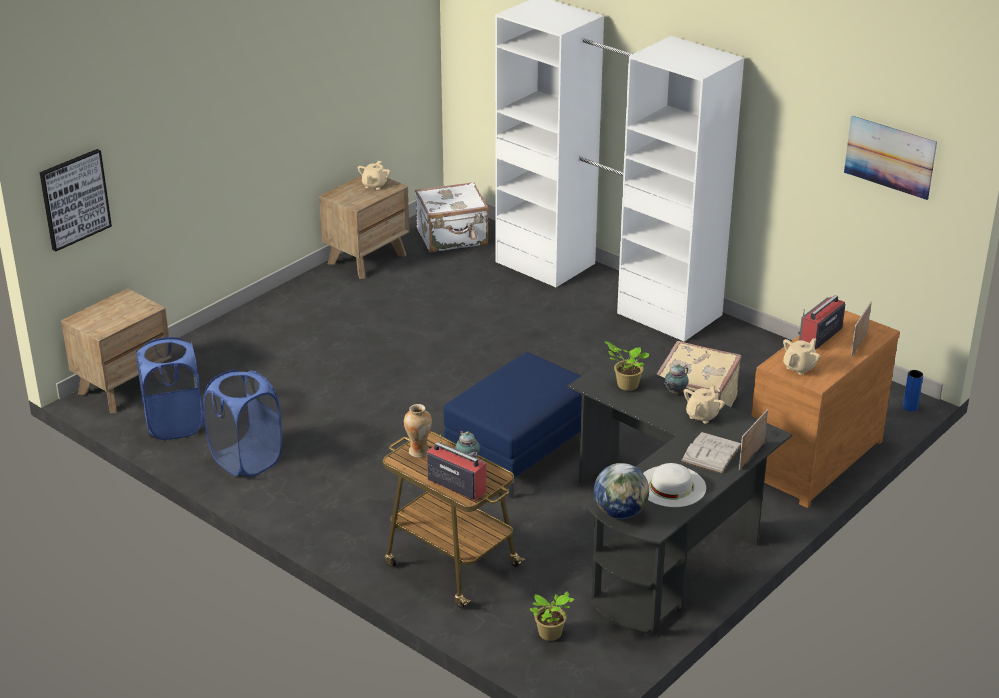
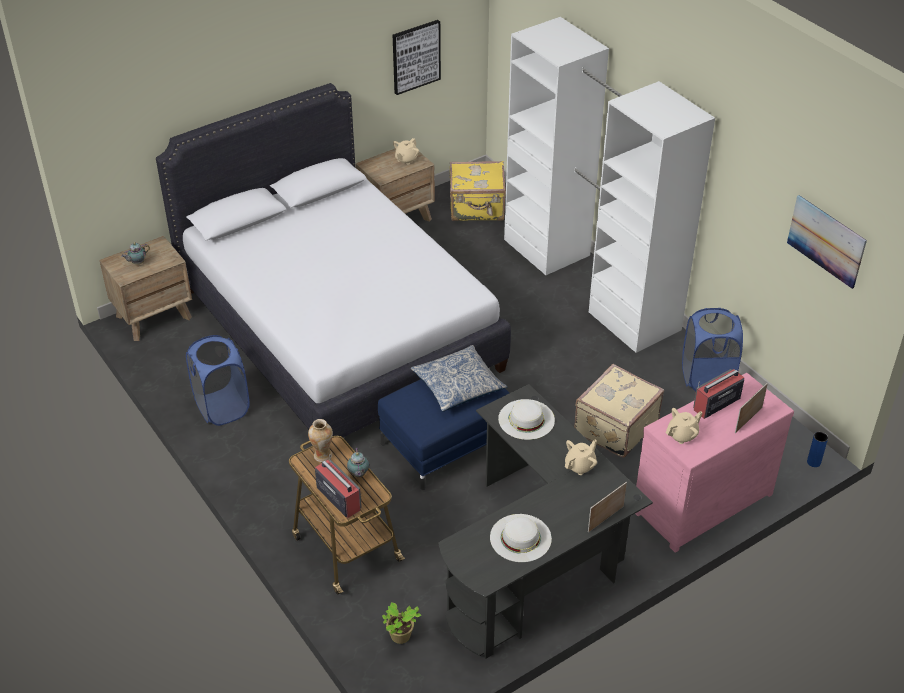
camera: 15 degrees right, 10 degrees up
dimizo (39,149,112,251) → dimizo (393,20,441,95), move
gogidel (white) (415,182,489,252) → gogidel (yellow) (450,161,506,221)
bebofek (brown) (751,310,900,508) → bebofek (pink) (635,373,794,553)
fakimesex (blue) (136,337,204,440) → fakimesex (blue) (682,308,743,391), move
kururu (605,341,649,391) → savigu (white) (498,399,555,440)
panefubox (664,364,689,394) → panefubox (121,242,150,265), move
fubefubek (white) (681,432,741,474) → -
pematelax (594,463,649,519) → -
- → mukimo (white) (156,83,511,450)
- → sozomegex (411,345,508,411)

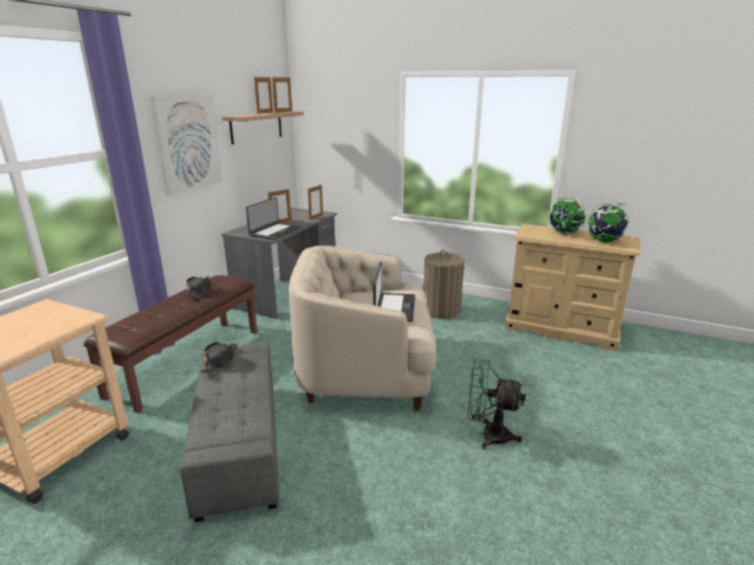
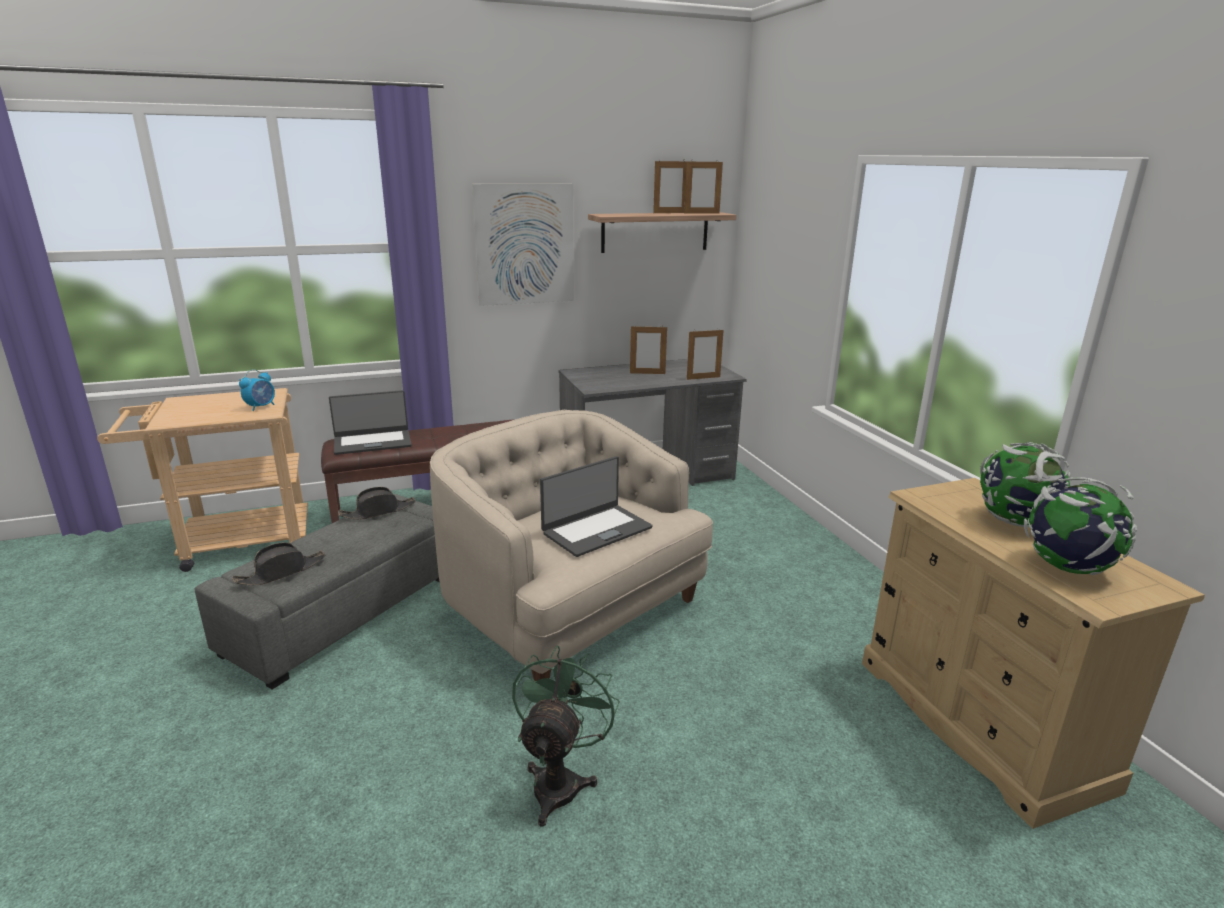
camera: 45 degrees right, 0 degrees up
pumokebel (246,197,301,240) → pumokebel (329,390,412,455), move
fakimesex (423,250,465,319) → -
savigu (black) (186,276,210,298) → savigu (black) (232,543,326,585), move
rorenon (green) (467,359,526,449) → rorenon (green) (512,646,620,827), 45 degrees clockwise
- → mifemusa (239,370,275,411)

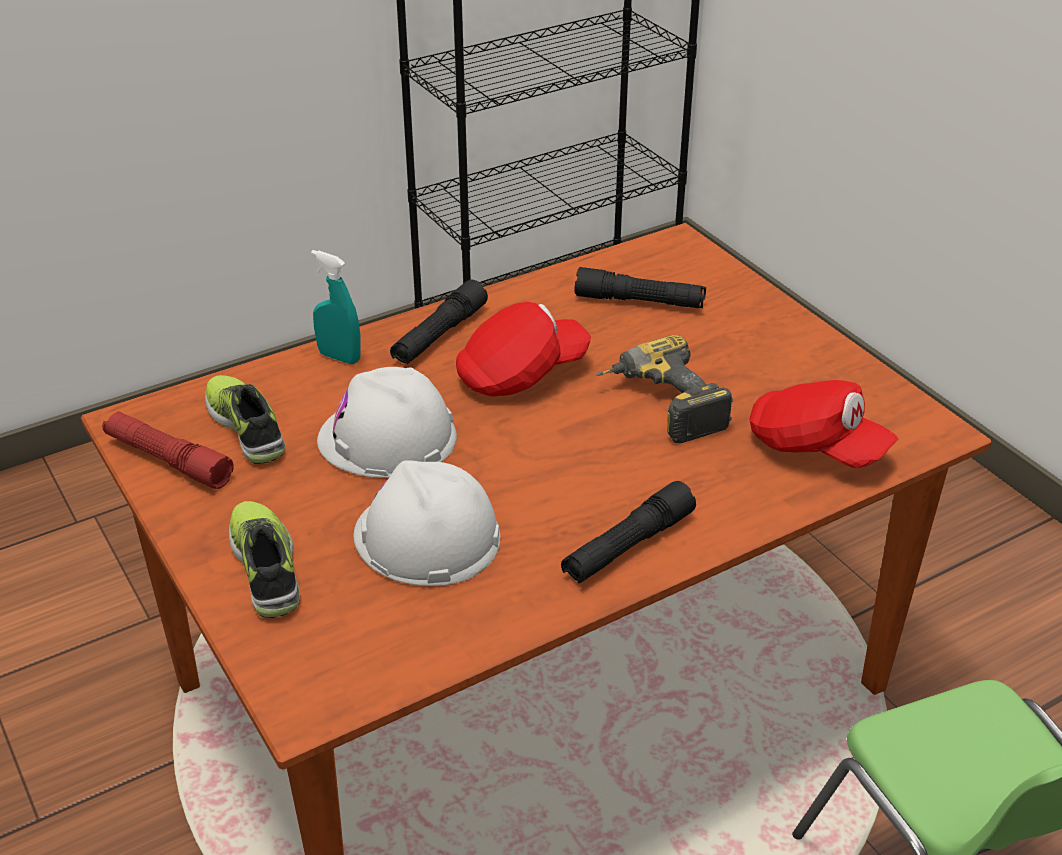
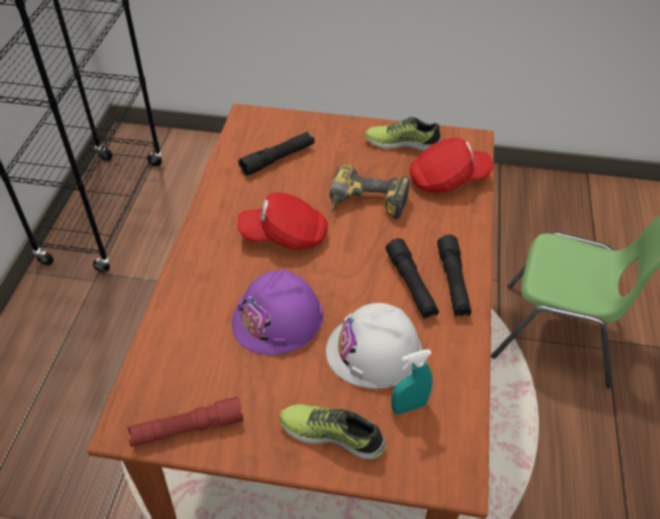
camera: 50 degrees left, 10 degrees up
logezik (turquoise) (311,250,361,364) → logezik (turquoise) (391,350,433,414), move
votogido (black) (390,280,488,364) → votogido (black) (386,238,439,319), move
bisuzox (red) (456,302,591,396) → bisuzox (red) (237,192,328,250), 105 degrees counterclockwise
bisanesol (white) (317,367,457,478) → bisanesol (purple) (232,270,323,355)
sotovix (205,375,285,464) → sotovix (365,117,442,151), move

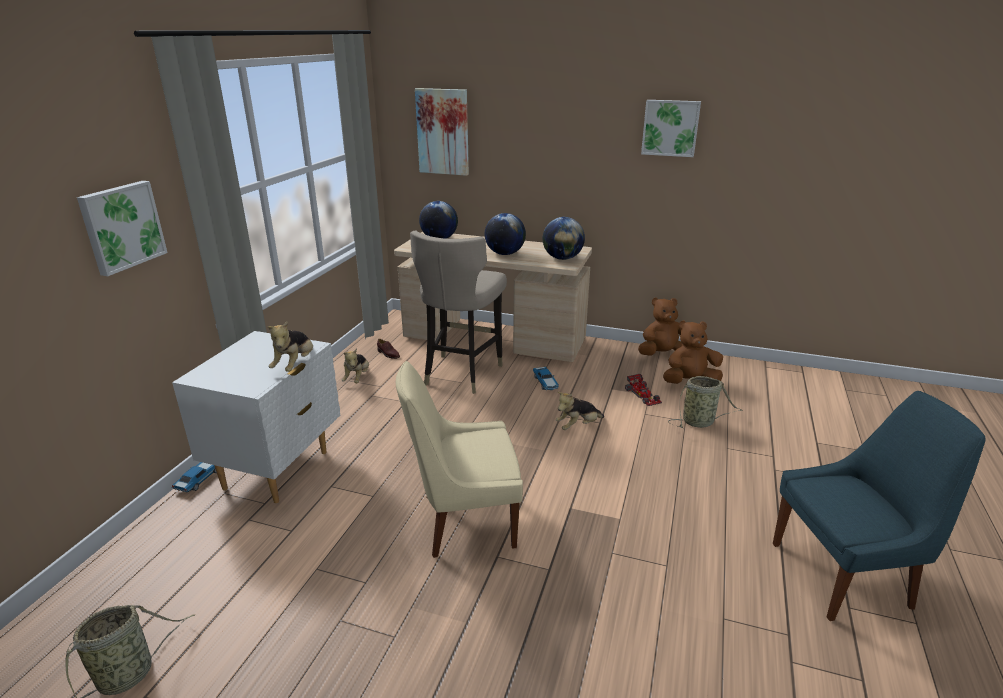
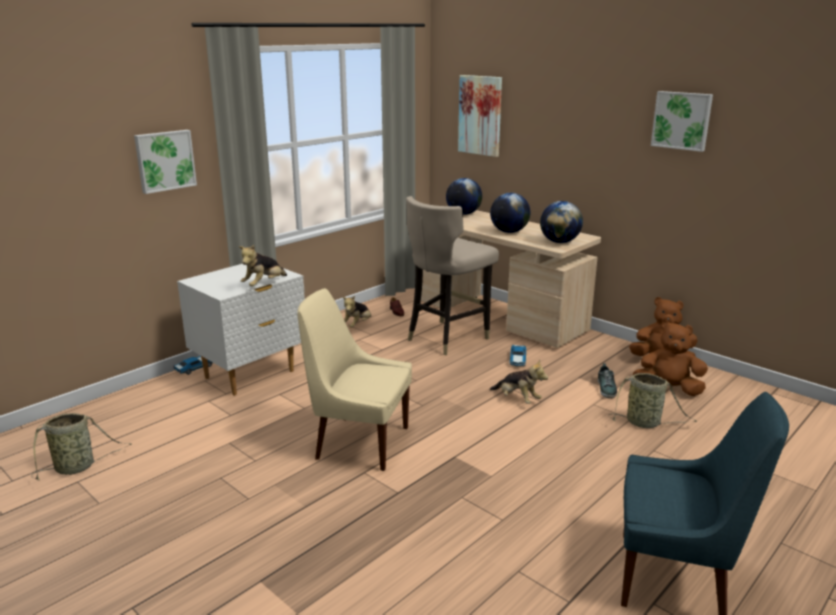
camera: 25 degrees right, 5 degrees down
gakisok (625,374,662,406) → sotovix (598,363,617,398)
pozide (556,392,604,430) → pozide (490,360,548,404), 135 degrees counterclockwise

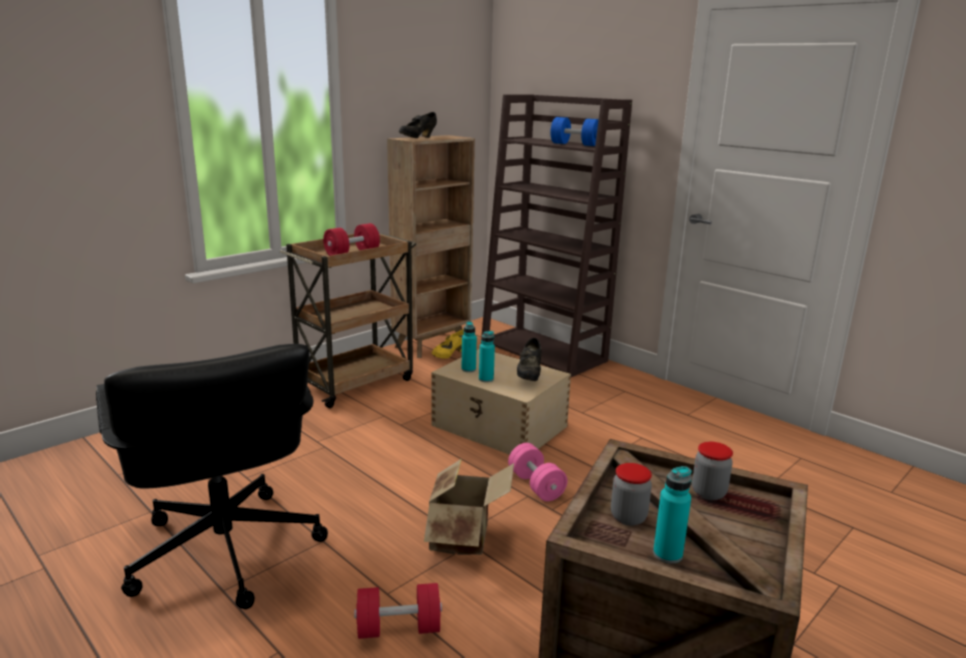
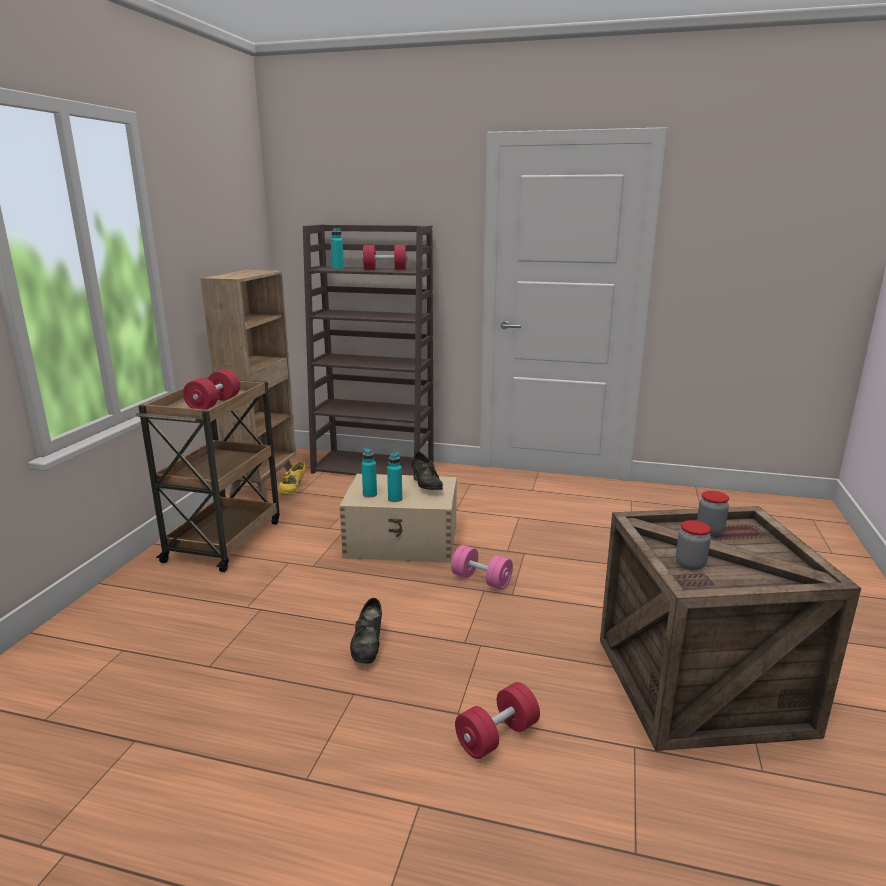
camera: 30 degrees left, 0 degrees up
sotovix (black) (399,112,437,138) → sotovix (black) (350,598,382,664), move
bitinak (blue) (551,117,599,146) → bitinak (red) (362,245,408,270)
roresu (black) (96,344,328,609) → -
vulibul (424,459,514,555) → -
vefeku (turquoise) (653,466,692,563) → vefeku (turquoise) (331,228,344,270), move

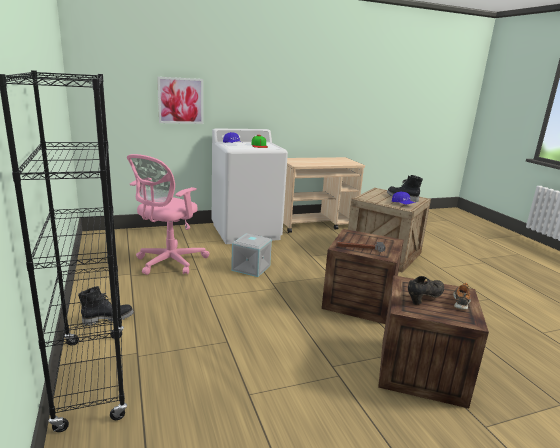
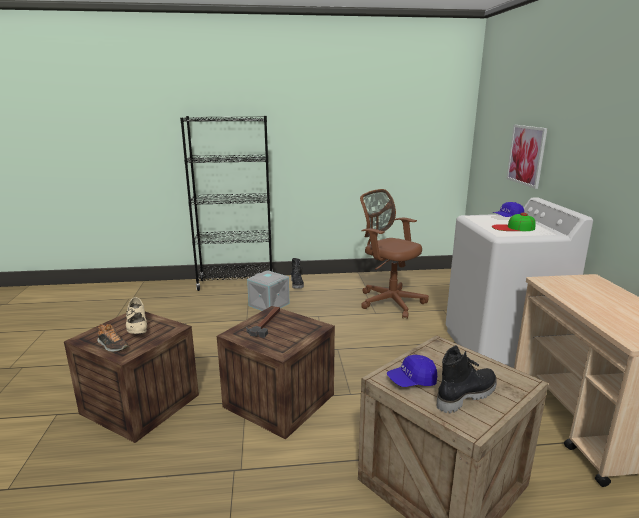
camera: 105 degrees right, 0 degrees up
roresu (pink) (127,154,210,275) → roresu (brown) (360,189,429,319)
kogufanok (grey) (231,233,272,277) → kogufanok (grey) (247,270,290,311), move
sotovix (black) (408,276,444,305) → sotovix (beige) (126,297,147,334)

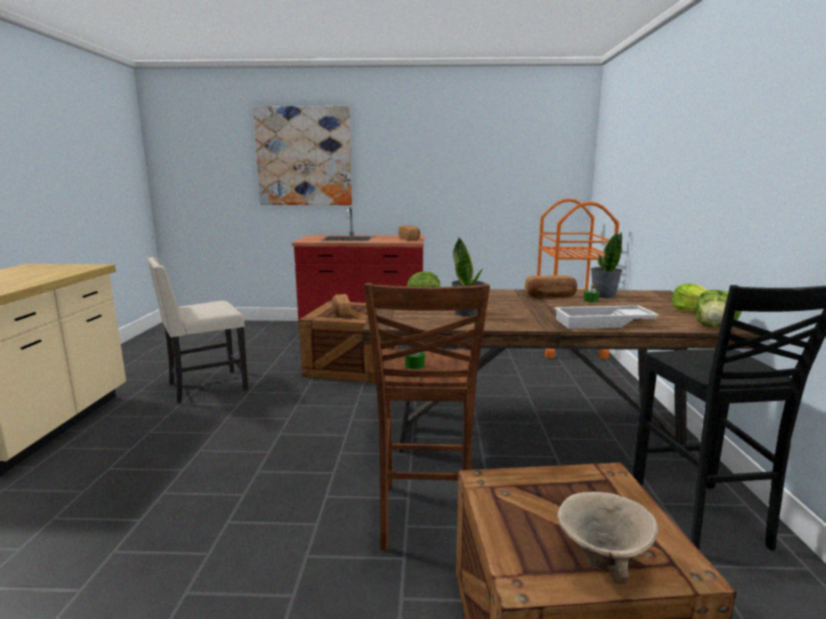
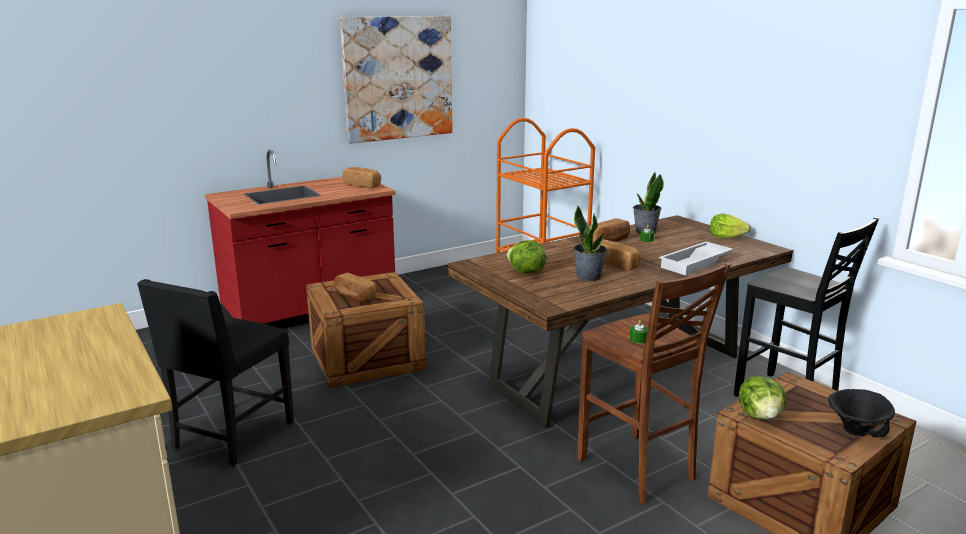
camera: 35 degrees left, 5 degrees up
dimizo (253,106,352,205) → dimizo (340,16,453,144), move
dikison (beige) (147,257,248,403) → dikison (black) (137,279,294,466)
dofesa (695,290,742,327) → dofesa (739,376,786,420), move
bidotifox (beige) (557,492,658,584) → bidotifox (black) (828,389,895,438)
- → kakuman (592,239,641,271)

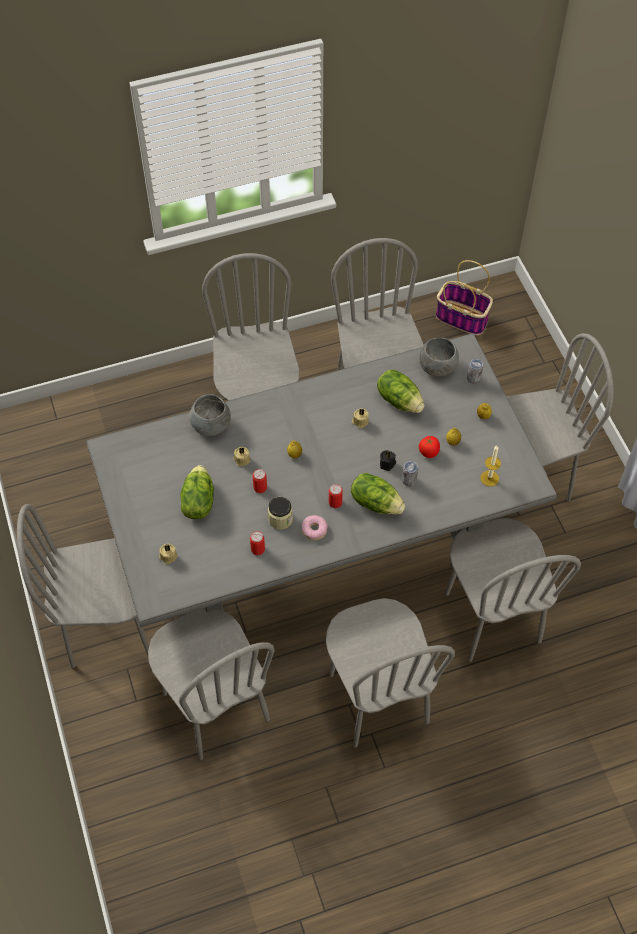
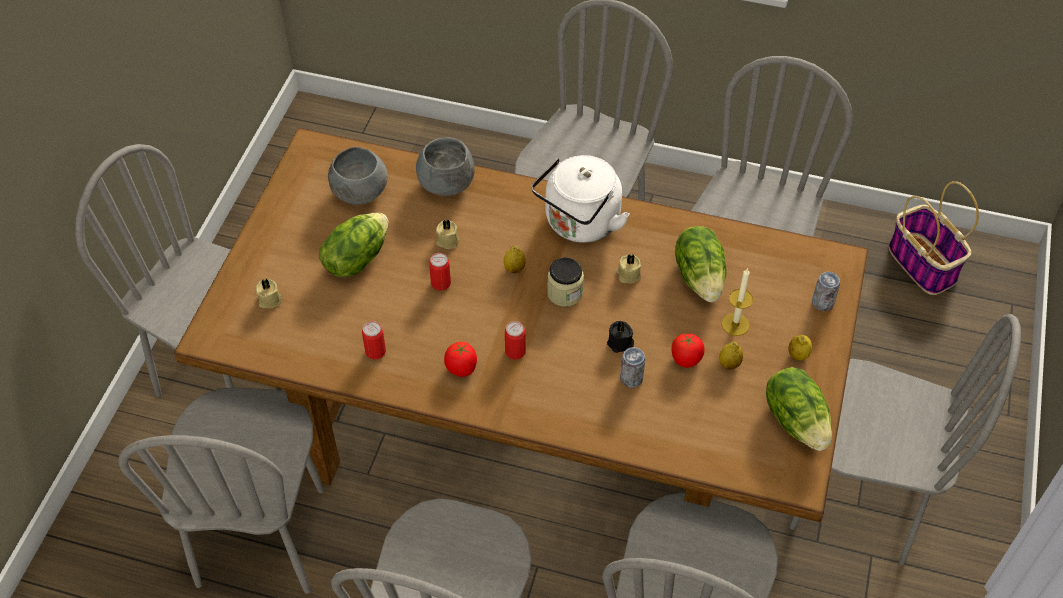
camera: 35 degrees right, 5 degrees down
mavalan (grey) (86,333,557,627) → mavalan (brown) (174,128,868,522)
bidotifox (grey) (419,337,459,376) → bidotifox (grey) (328,147,388,205), move
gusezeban (480,446,501,486) → gusezeban (722,268,753,336), move
dofesa (351,473,405,514) → dofesa (766,367,832,451), move
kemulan (268,497,293,530) → kemulan (547,257,584,307), move
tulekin (302,515,328,540) → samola (444,342,477,377)
- → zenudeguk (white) (531,155,630,243)

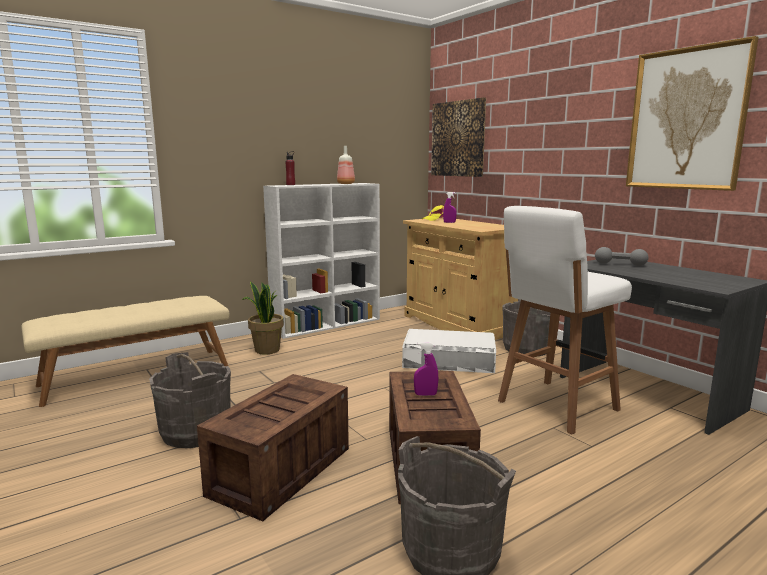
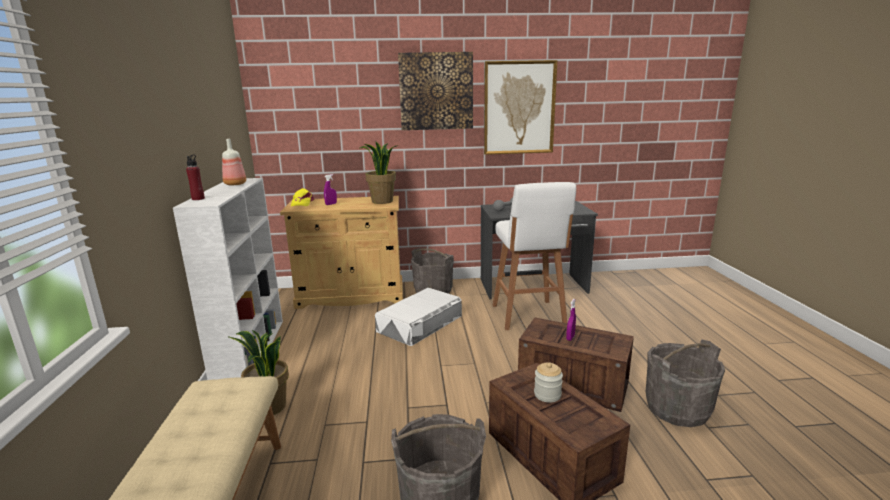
camera: 60 degrees left, 5 degrees up
dimizo (431,98,486,177) → dimizo (398,52,473,130), move
- → kururu (360,141,398,204)
- → kemulan (534,362,563,403)

